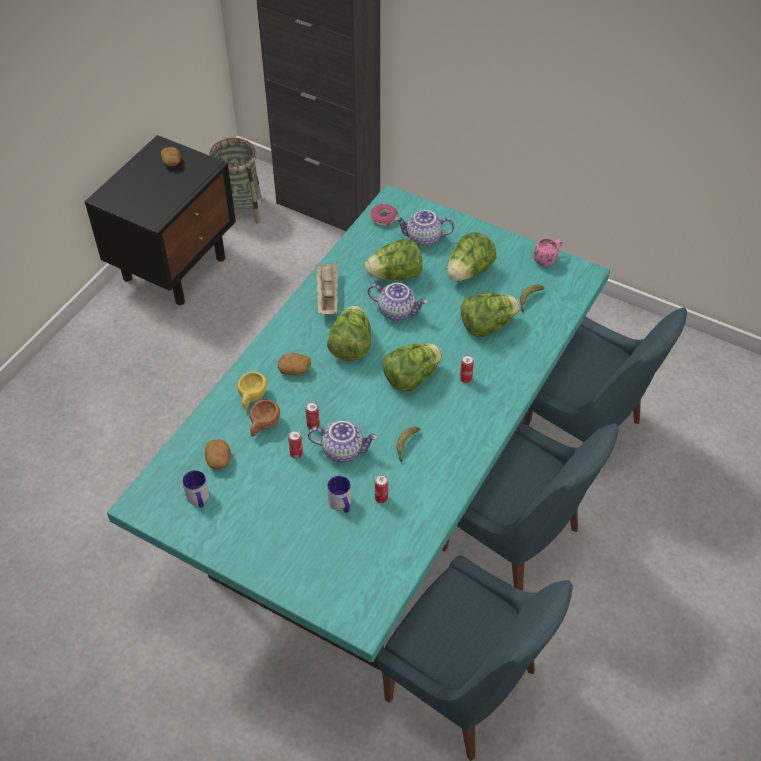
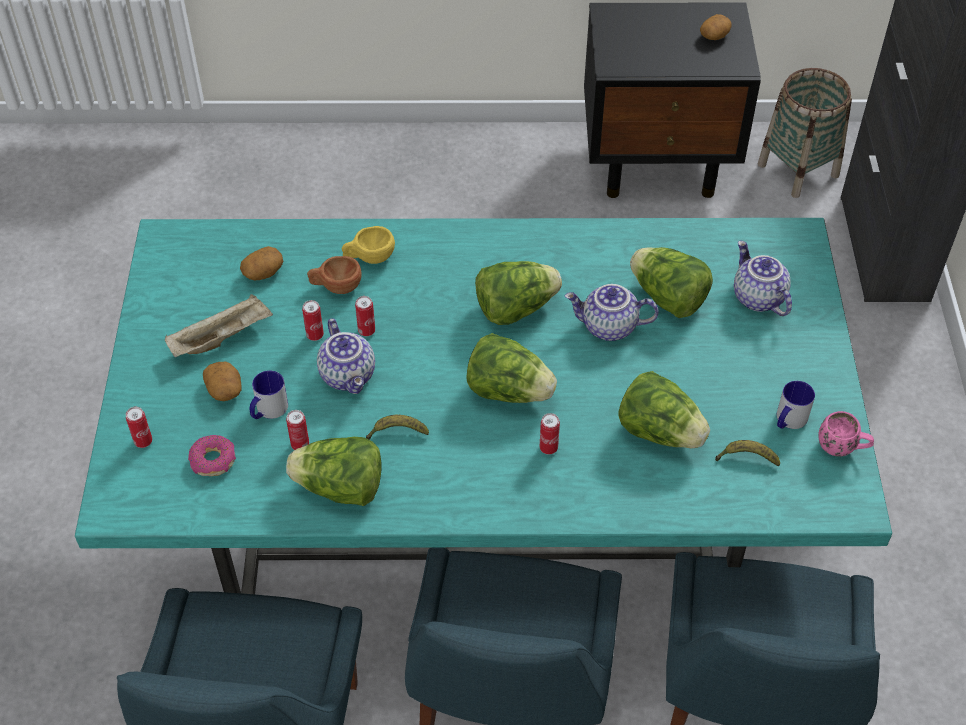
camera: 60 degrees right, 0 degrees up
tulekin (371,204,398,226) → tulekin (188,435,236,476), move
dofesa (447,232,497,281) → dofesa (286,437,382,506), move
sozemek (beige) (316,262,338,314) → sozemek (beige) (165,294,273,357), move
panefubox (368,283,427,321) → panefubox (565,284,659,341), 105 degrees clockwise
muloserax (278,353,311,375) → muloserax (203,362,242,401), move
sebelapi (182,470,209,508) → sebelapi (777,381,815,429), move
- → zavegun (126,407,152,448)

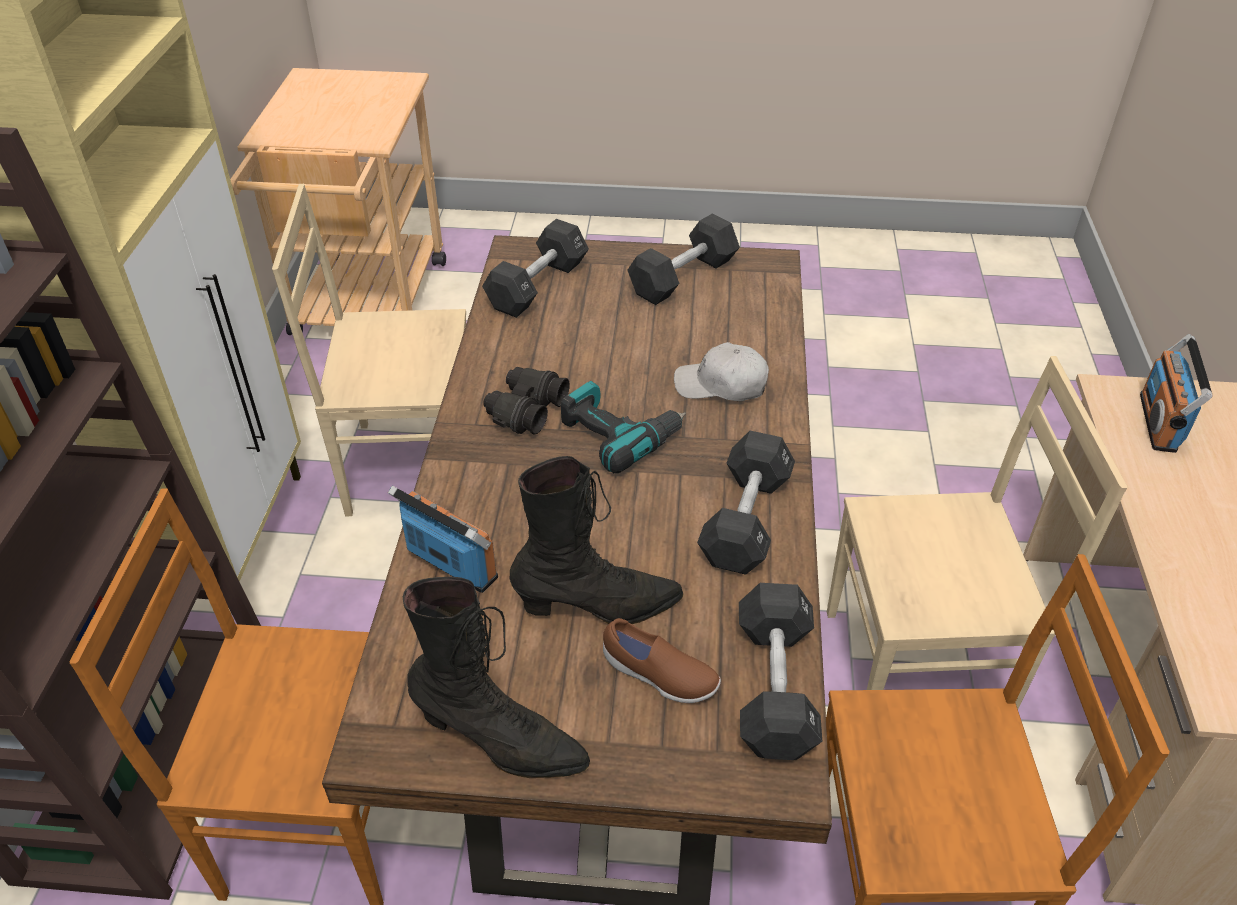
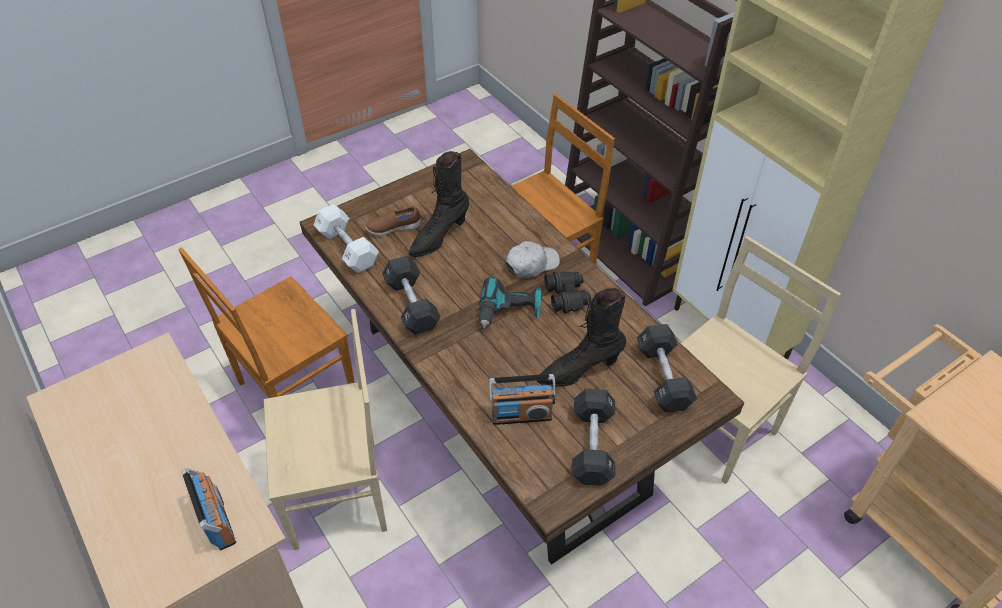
camera: 140 degrees right, 5 degrees up
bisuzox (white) (674,342,769,401) → bisuzox (white) (506,241,560,279), move
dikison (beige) (827,356,1128,709) → dikison (beige) (264,309,387,550), 150 degrees counterclockwise
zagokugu (388,486,498,593) → zagokugu (489,374,556,425), move
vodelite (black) (403,577,590,778) → vodelite (black) (536,288,626,387), move
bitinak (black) (739,583,822,760) → bitinak (white) (314,204,379,273)

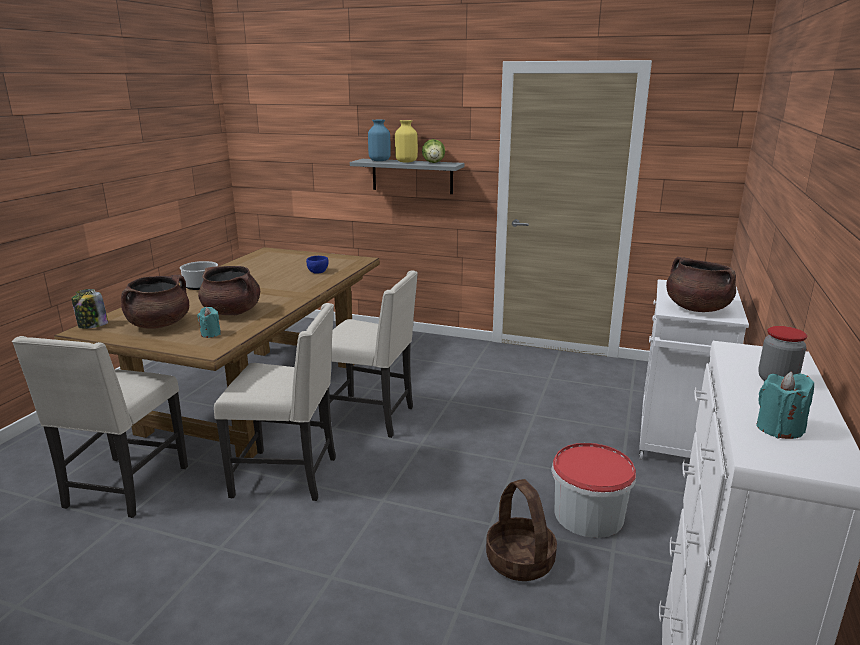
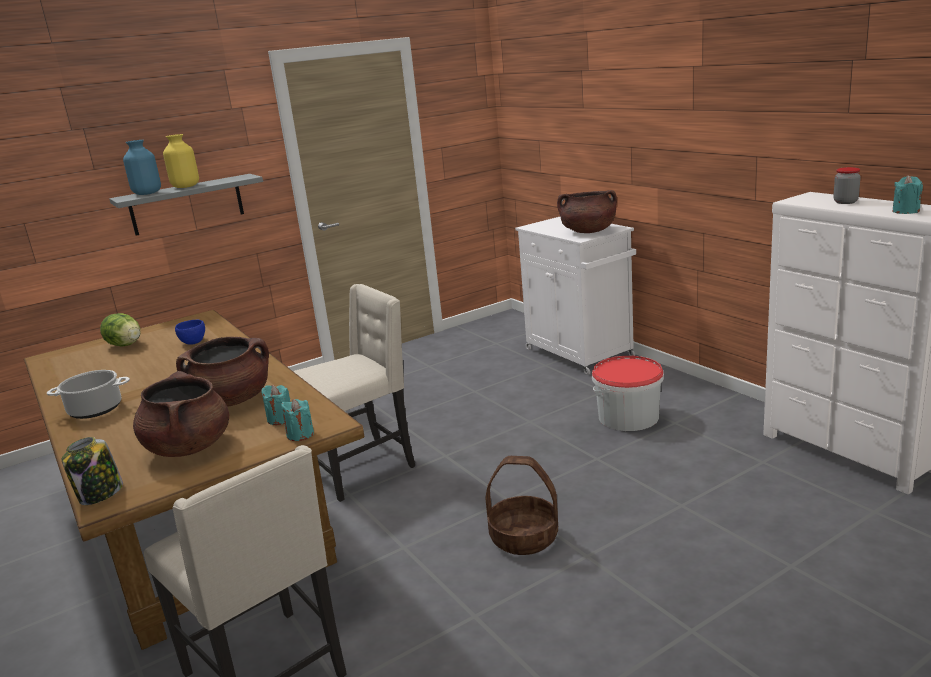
camera: 50 degrees left, 0 degrees up
dofesa (422,139,445,163) → dofesa (100,313,141,346), move
dikison (beige) (214,303,336,501) → -
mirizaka (486,479,557,581) → mirizaka (485,456,558,555), move
- → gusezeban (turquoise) (281,399,314,441)

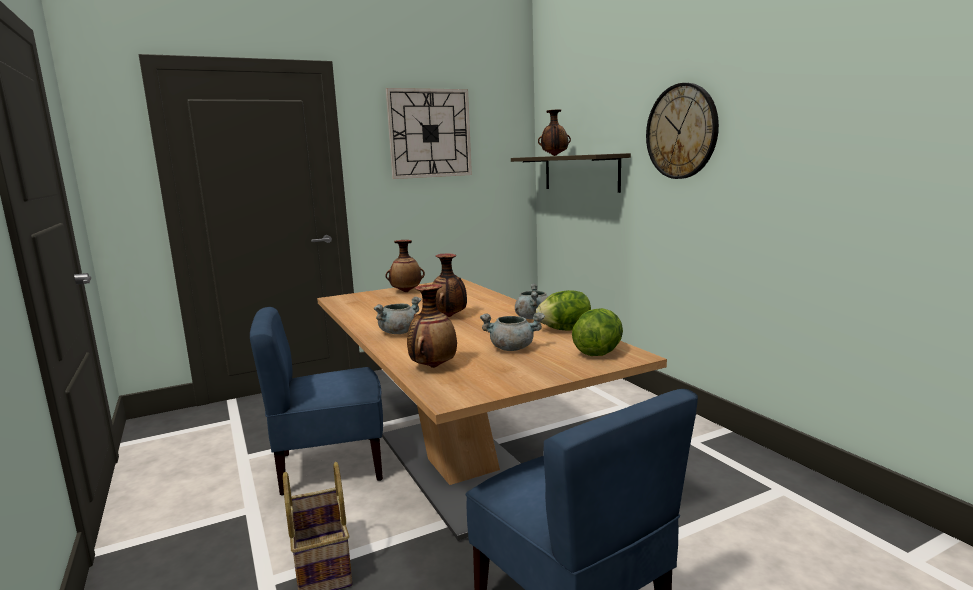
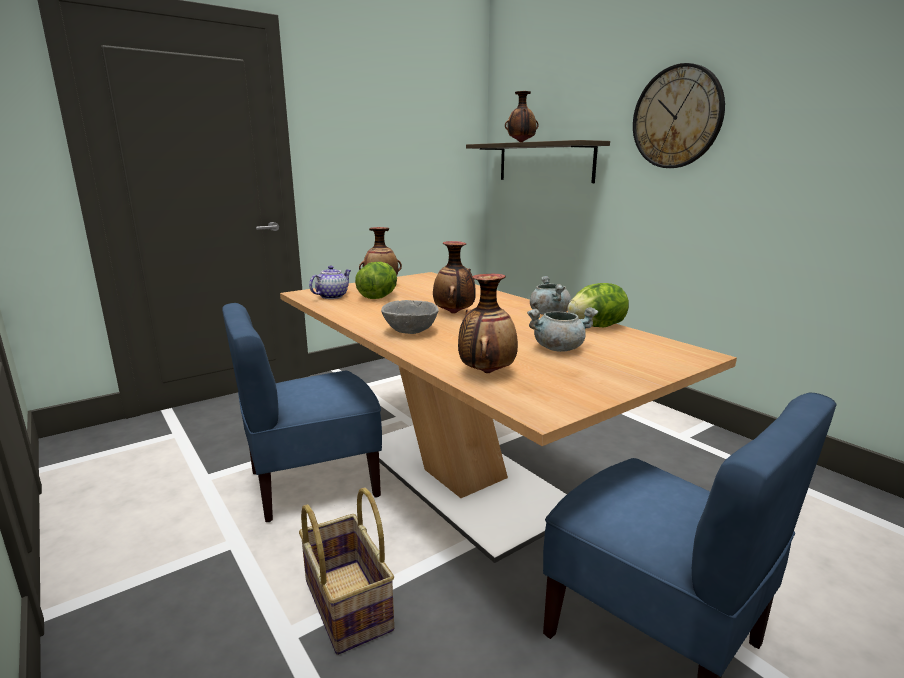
camera: 10 degrees left, 5 degrees up
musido (386,88,472,179) → -
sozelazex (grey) (374,297,422,334) → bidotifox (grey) (381,300,438,334)
dofesa (572,308,623,356) → dofesa (355,262,397,299), move
- → panefubox (309,266,351,299)

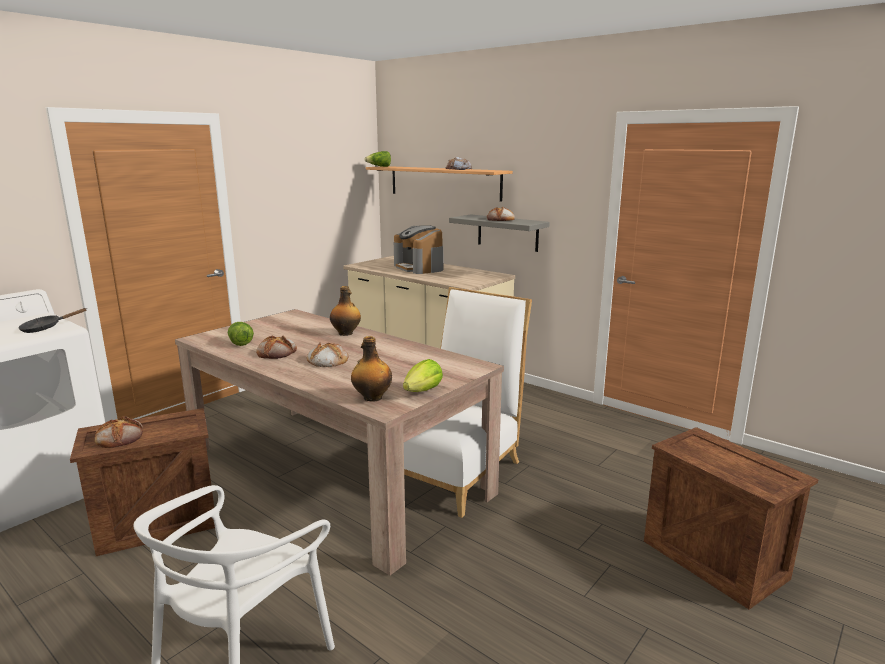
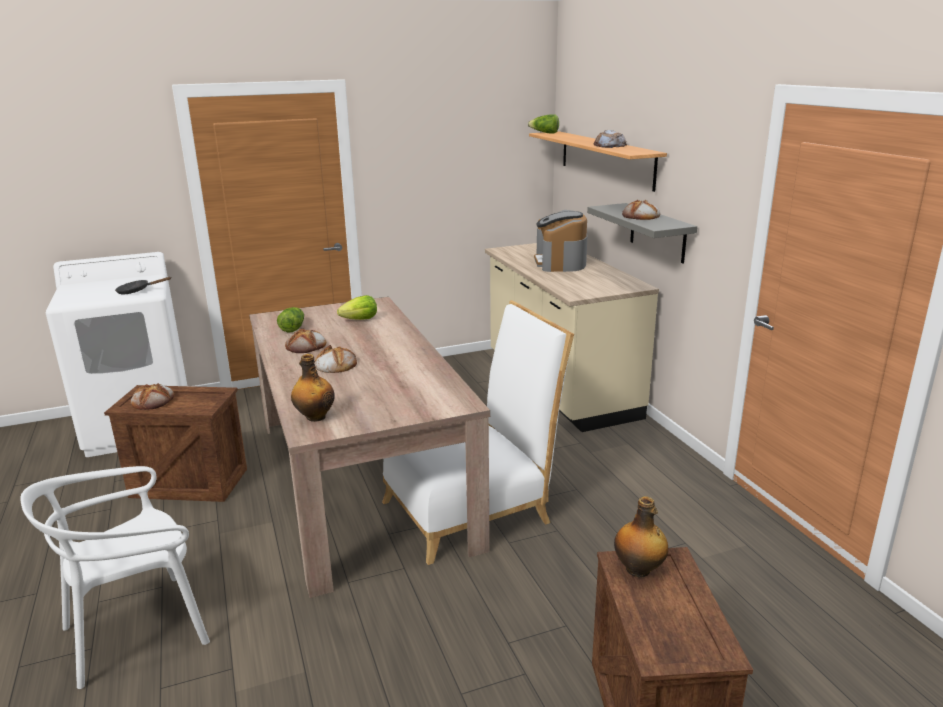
camera: 30 degrees right, 5 degrees up
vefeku (330,286,361,336) → vefeku (614,496,668,577), move
dofesa (403,359,443,392) → dofesa (337,295,377,320), move

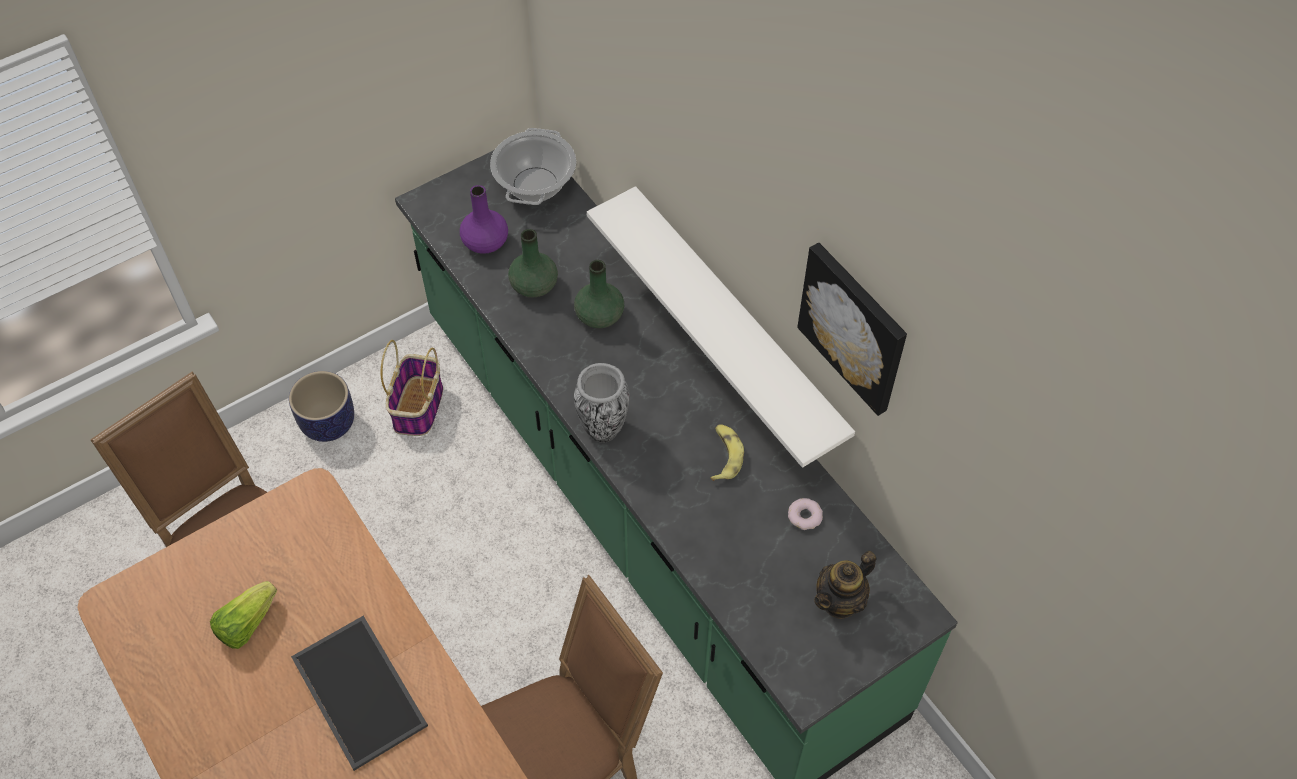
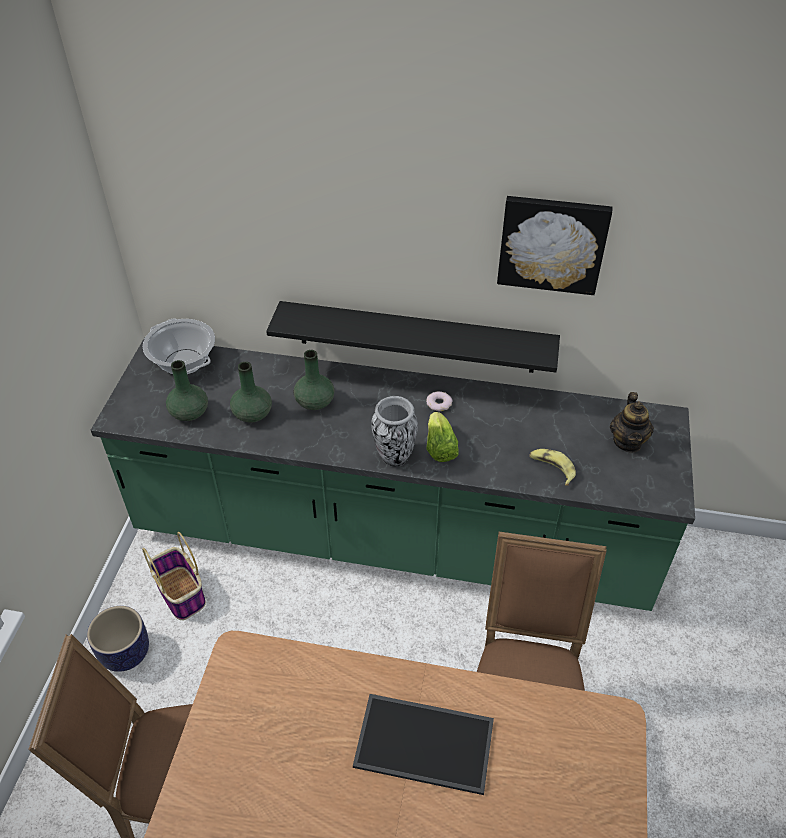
camera: 45 degrees left, 10 degrees down
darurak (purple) (460,185,508,254) → darurak (green) (166,360,208,421)
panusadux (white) (587,186,855,468) → panusadux (black) (266,301,560,373)
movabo (710,424,744,481) → movabo (529,449,576,486), move
tulekin (788,498,823,530) → tulekin (426,391,452,411), move
dofesa (210,581,277,649) → dofesa (426,412,459,462), move

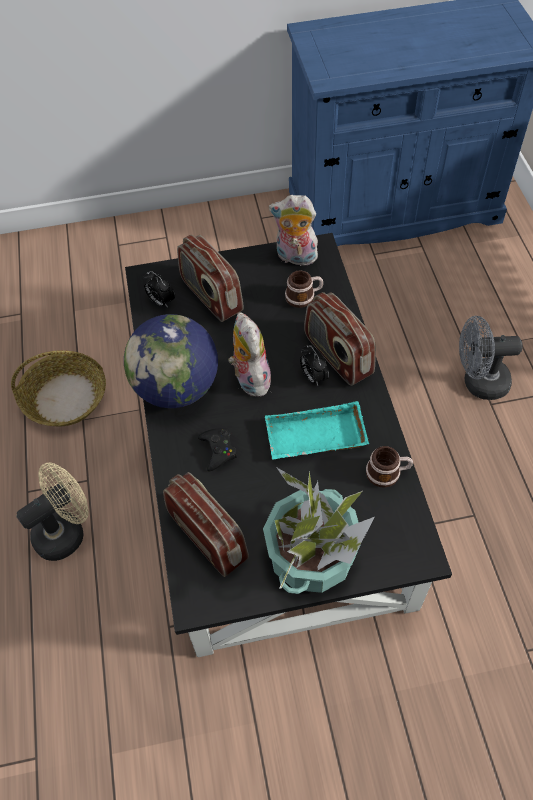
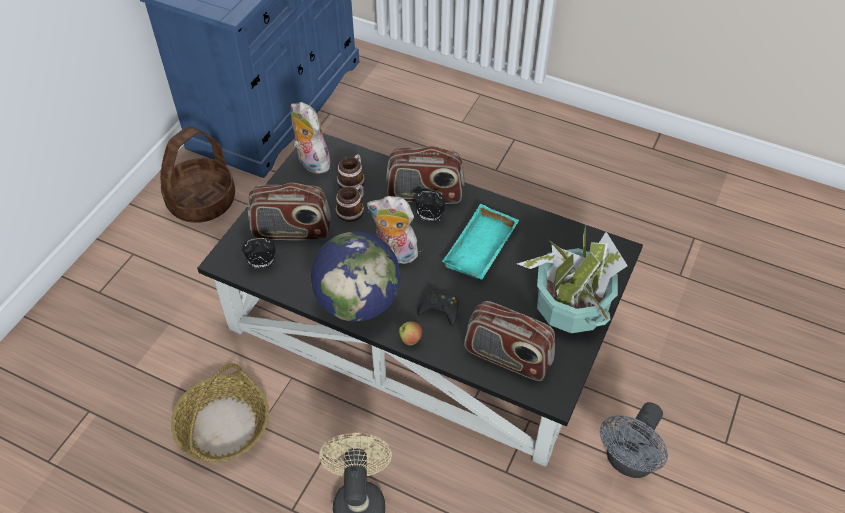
camera: 55 degrees left, 5 degrees down
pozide (269,195,318,266) → pozide (291,102,333,174), 90 degrees clockwise
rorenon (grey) (459,316,523,400) → rorenon (grey) (600,402,668,478), move
sebelapi (366,446,413,488) → sebelapi (336,185,364,222), move
zagokugu (163,472,249,577) → zagokugu (464,301,555,381), 150 degrees counterclockwise
- → mirizaka (160,126,235,223)
- → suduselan (399,322,422,346)

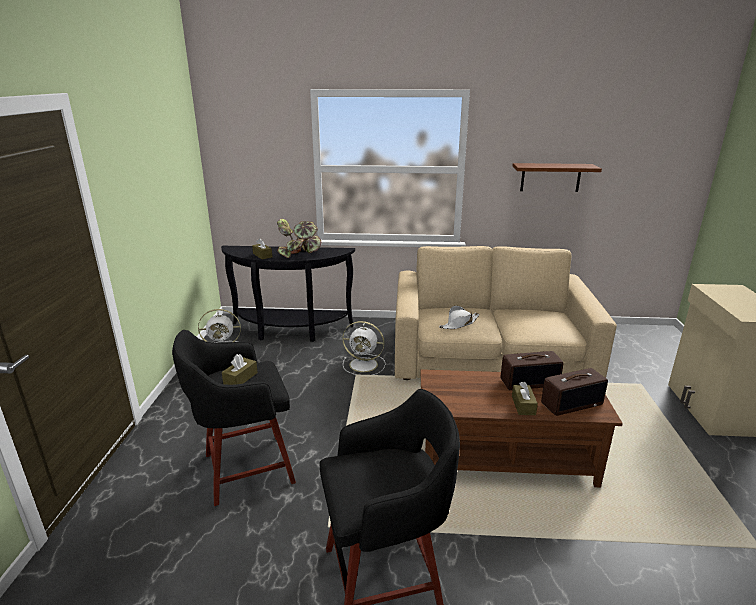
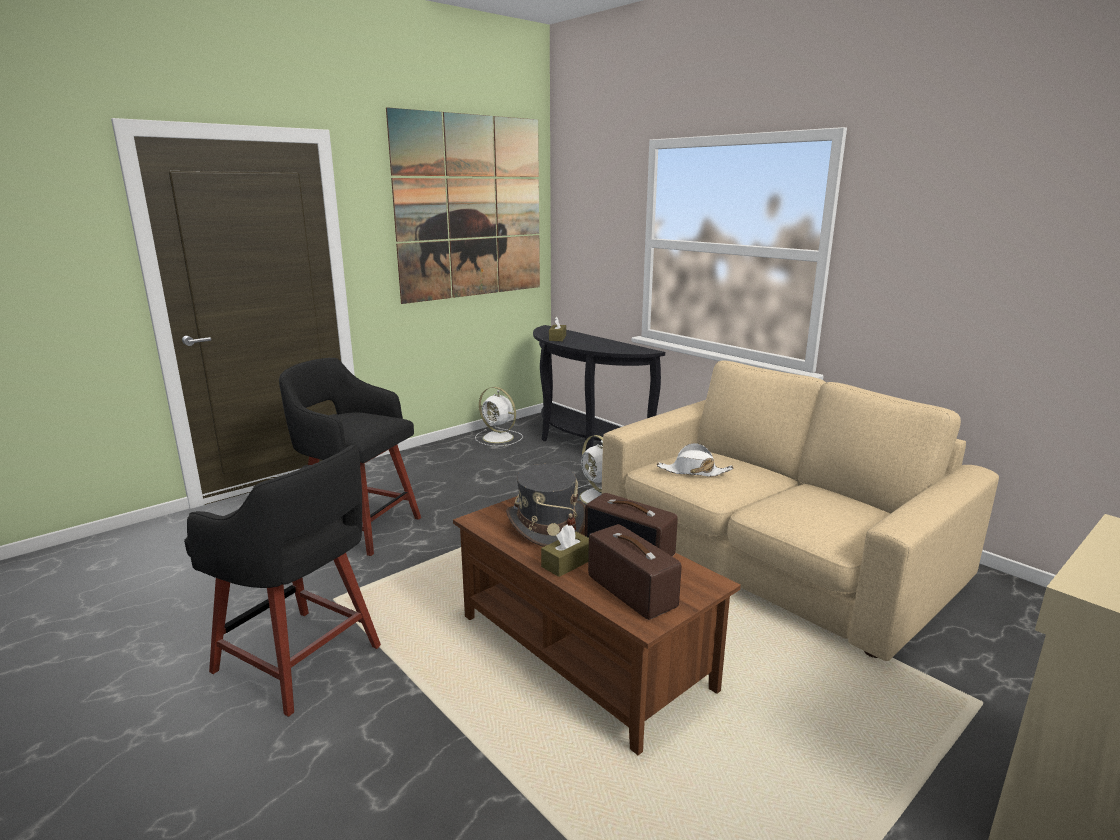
camera: 45 degrees right, 5 degrees down
panusadux (brown) (512,163,602,192) → -
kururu (277,219,321,258) → -
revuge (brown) (222,354,258,385) → -
zagokugu (541,368,608,416) → zagokugu (588,524,682,620), 150 degrees counterclockwise
- → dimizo (386,107,540,304)
- → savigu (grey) (506,464,586,547)

